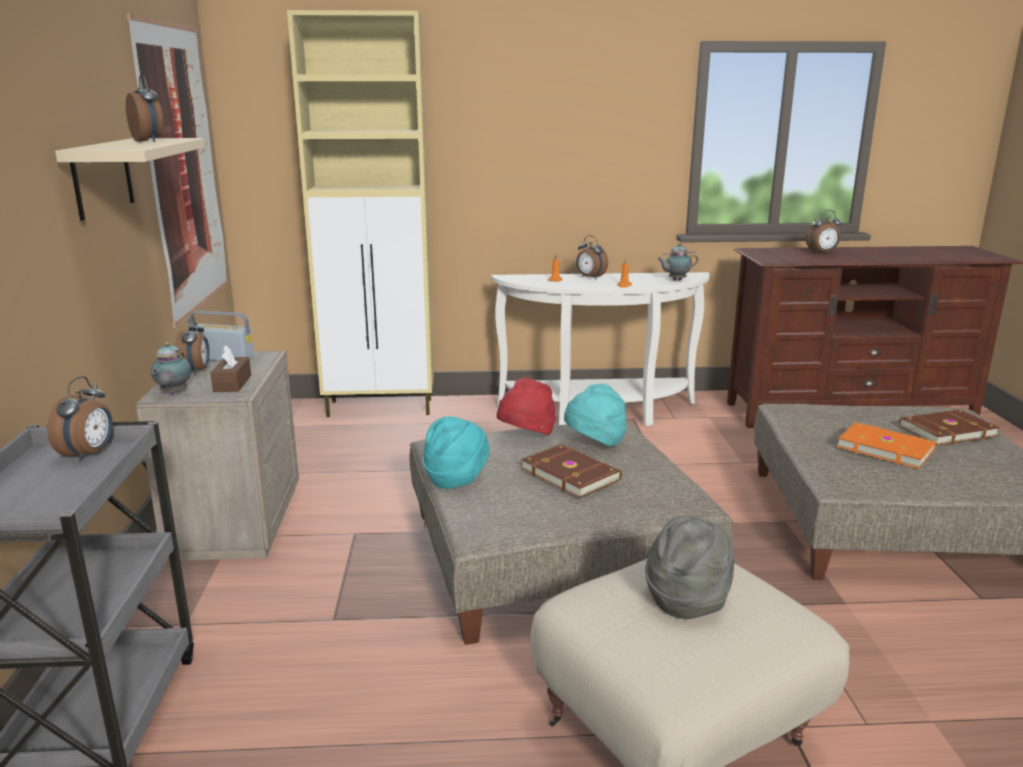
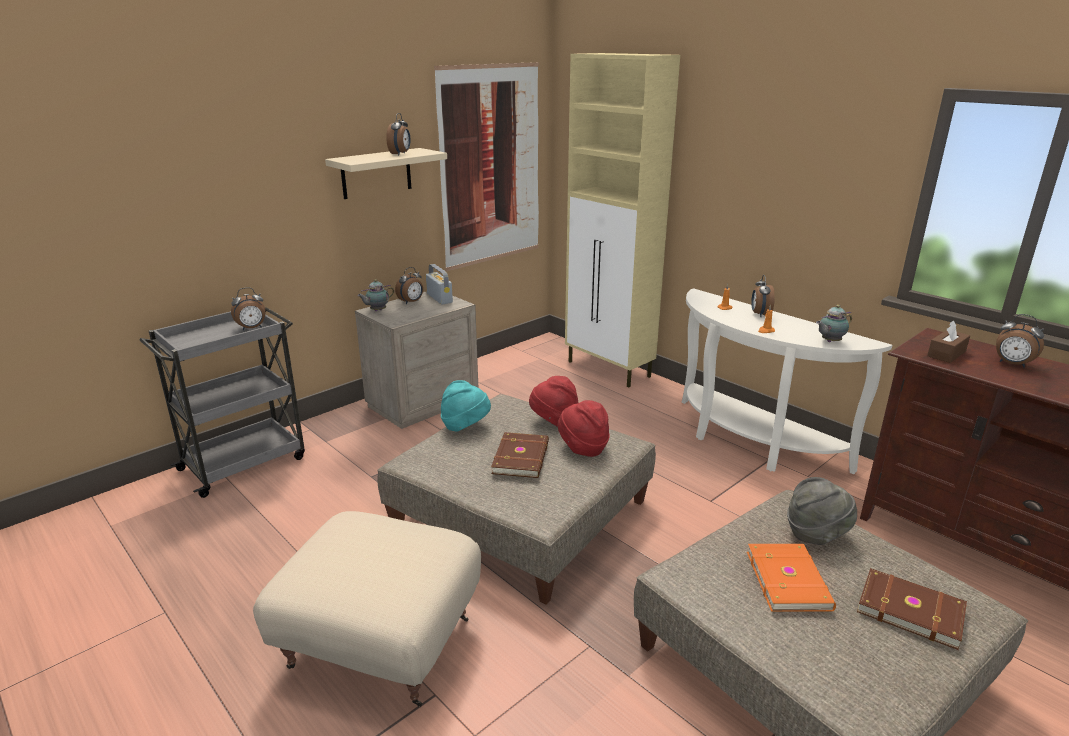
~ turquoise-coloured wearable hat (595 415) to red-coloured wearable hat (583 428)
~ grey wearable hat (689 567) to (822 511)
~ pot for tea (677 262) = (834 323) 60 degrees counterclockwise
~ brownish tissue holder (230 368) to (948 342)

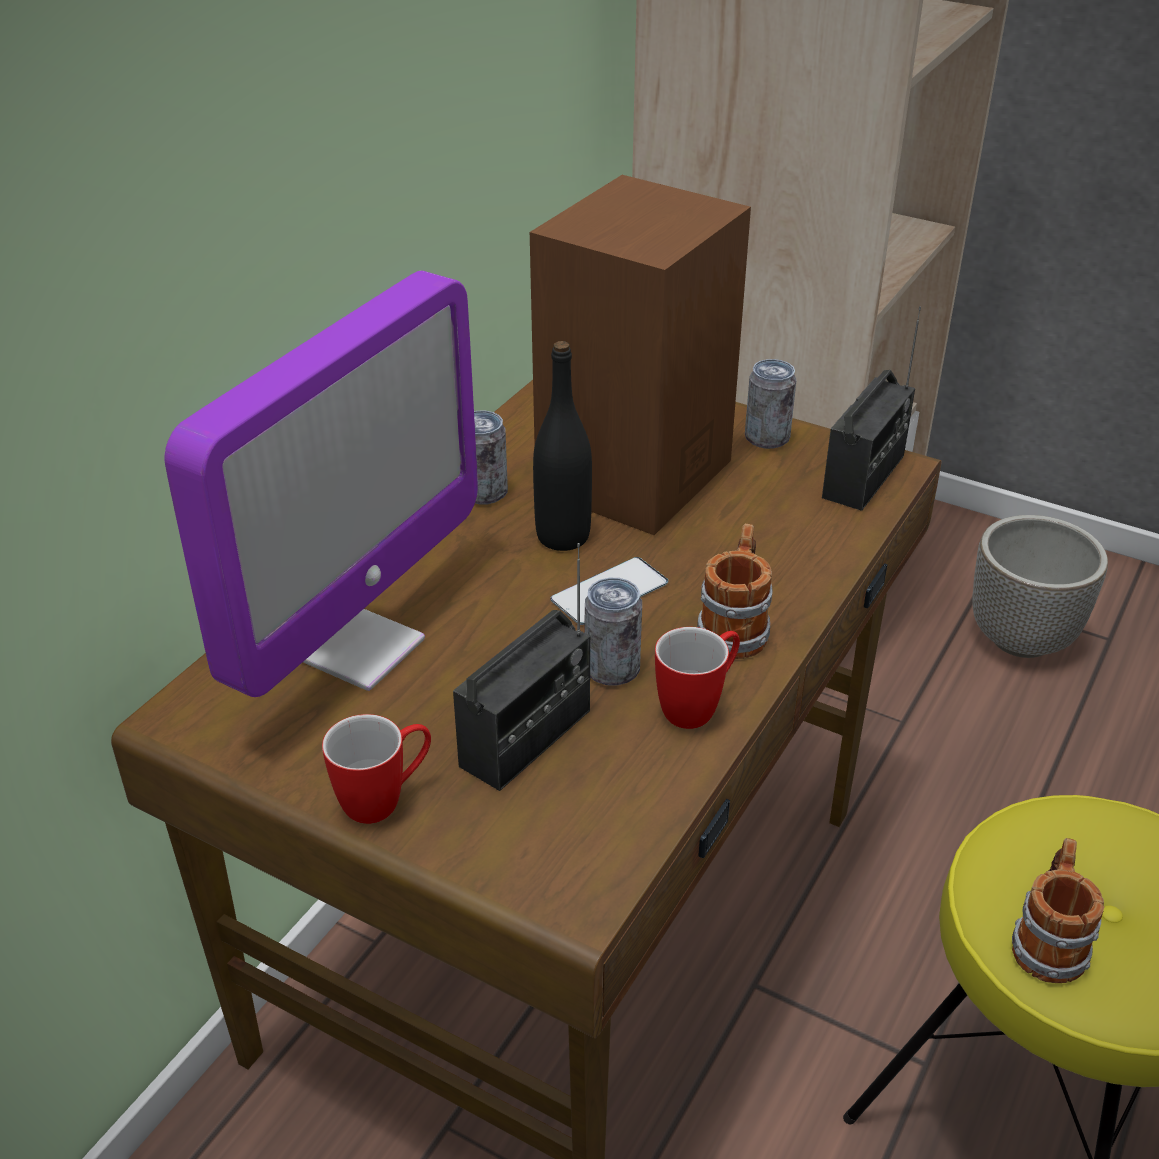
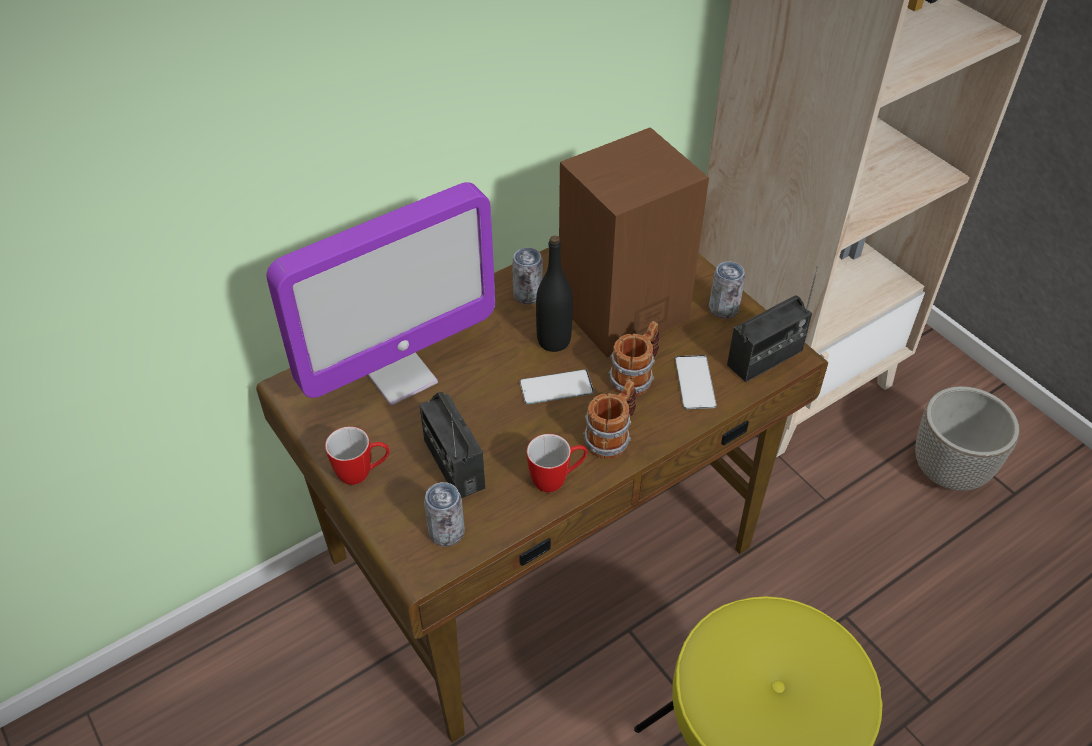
~ radio receiver (521 667) = (452 445) 90 degrees clockwise
~ sealed can (613 632) to (444 514)
~ tea mug (1058 910) to (634 358)
+ handset (696 382)

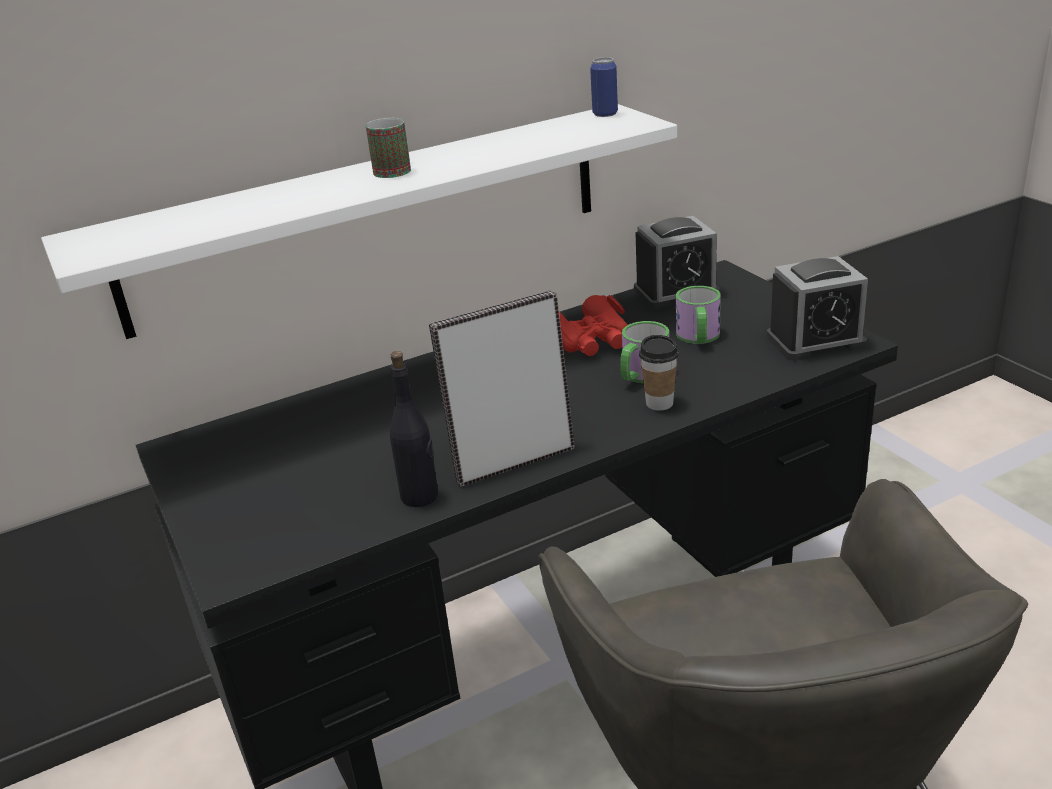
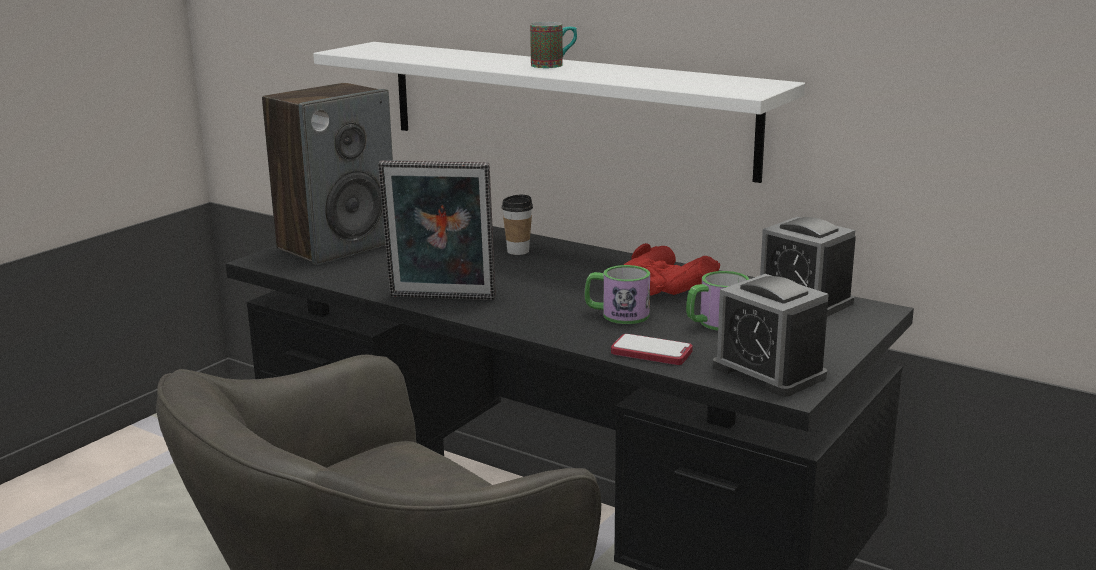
+ speaker (327 174)
~ standing frame (502 389) = (437 230) 150 degrees clockwise
~ small cup (659 373) to (517 225)
+ handset (652 349)
- black drink bottle (414 429)
- sealed can (604 87)

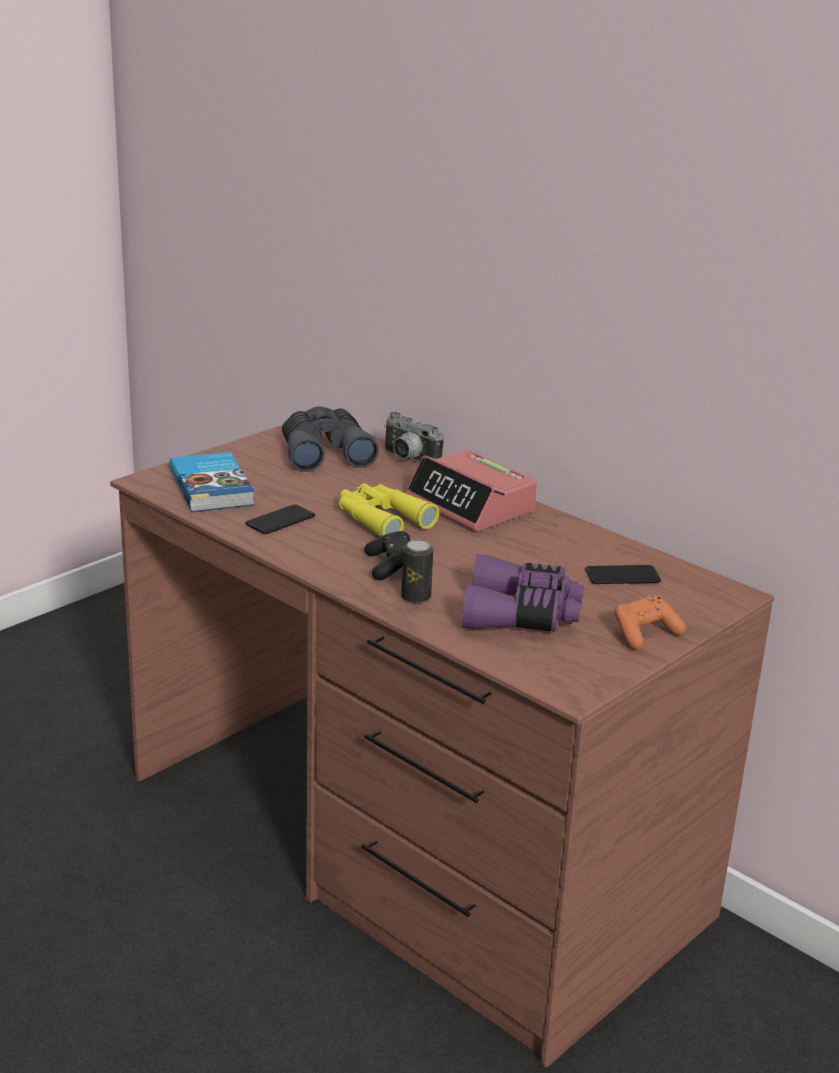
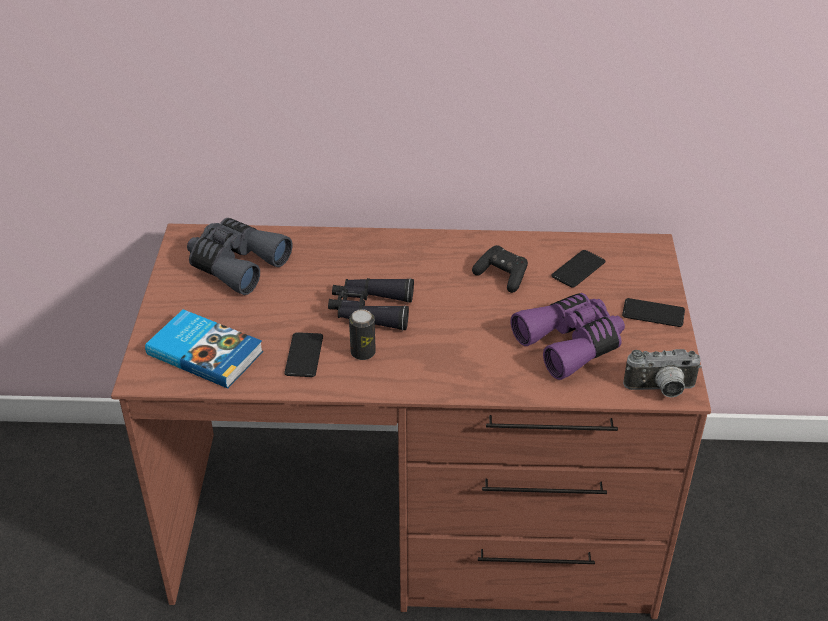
~ yellowish binoculars (389 510) to black binoculars (371 304)
~ sealed can (417 571) to (362 334)
~ black gamepad (387 555) to (500 269)
~ orange gamepad (650 622) to handset (653 312)
~ still camera (414 437) to (662 373)
- table clock (471 491)

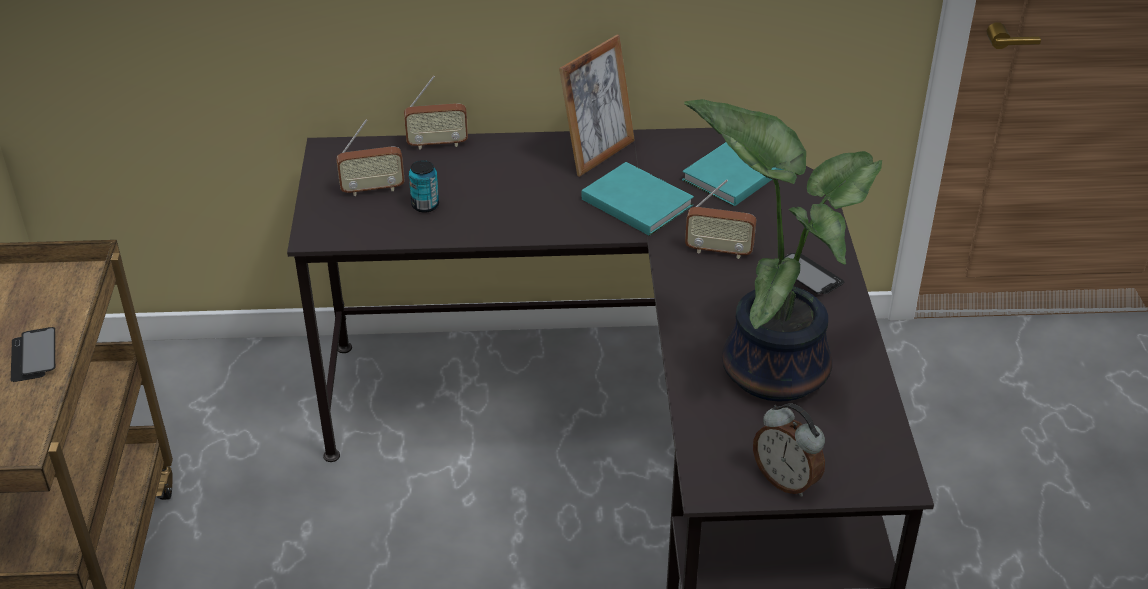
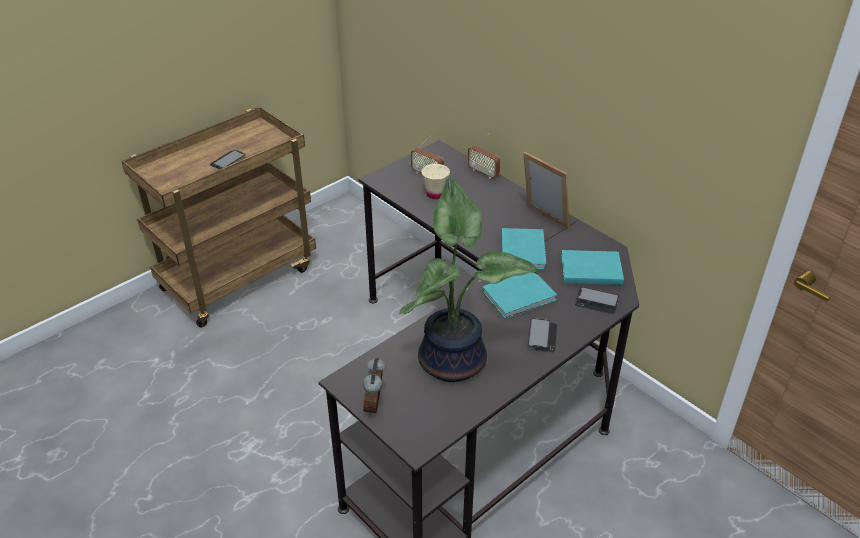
~ sealed can (424 186) to sand-coloured small cup (435 181)
~ radio receiver (720 219) to turquoise-coloured volume (519 296)
~ standing frame (597 106) = (546 190) 135 degrees counterclockwise
+ handset (597 300)

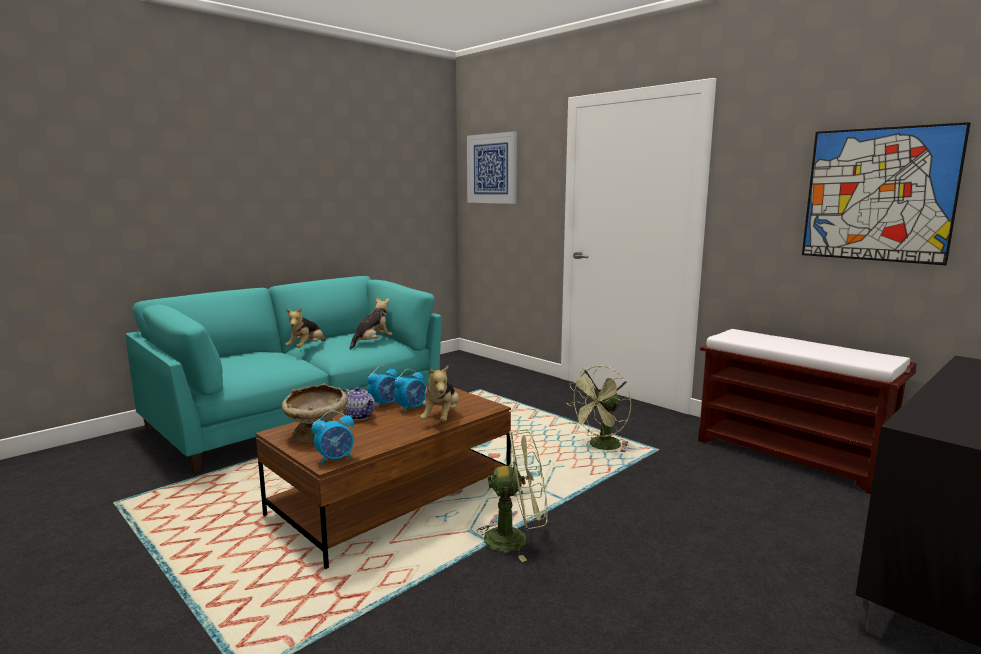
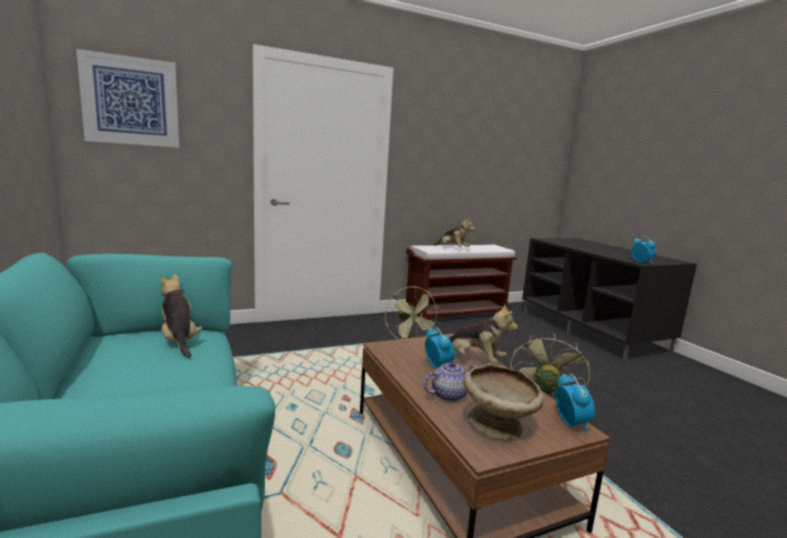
~ plush toy (305 328) to (454 232)
~ table clock (382 387) to (643 250)
- wall picture (886 193)

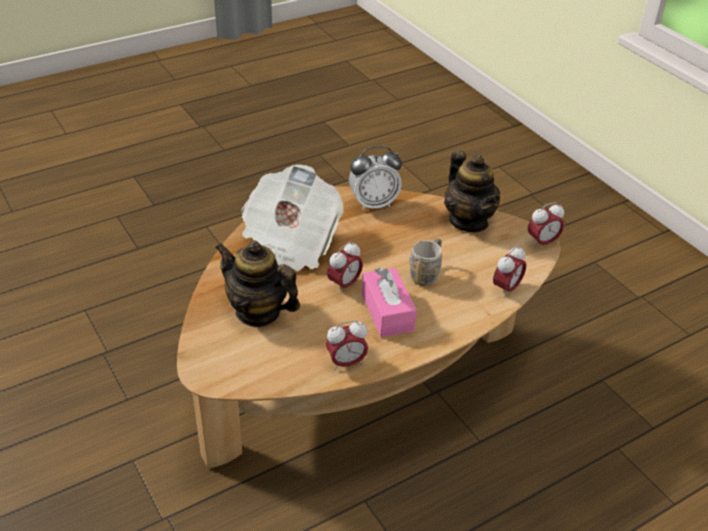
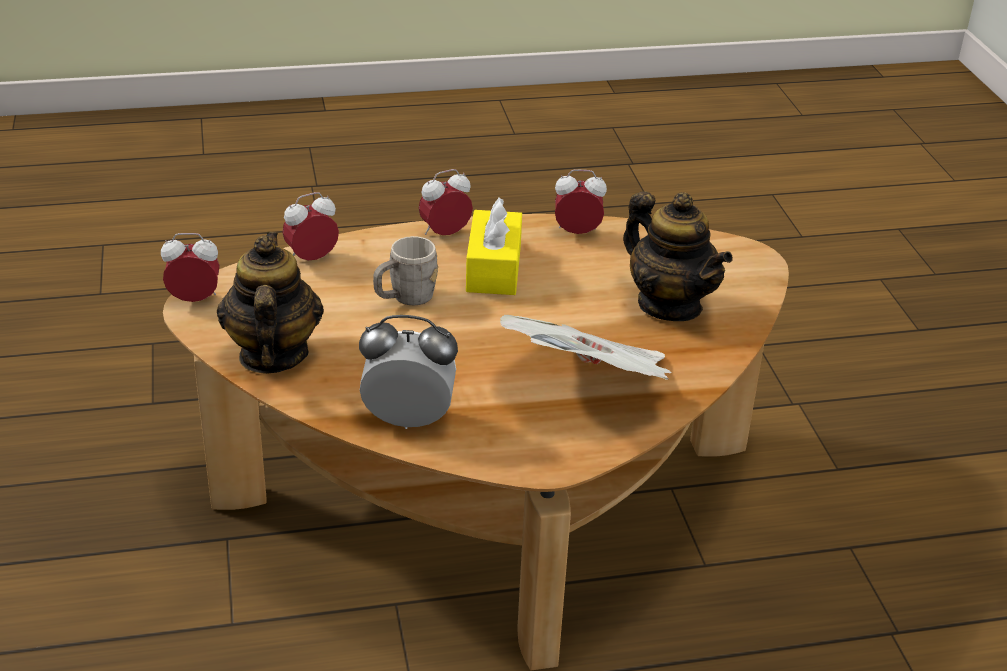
~ table clock (345 268) to (446 202)
~ pinkish tissue holder (389 302) to yellowish tissue holder (494 246)

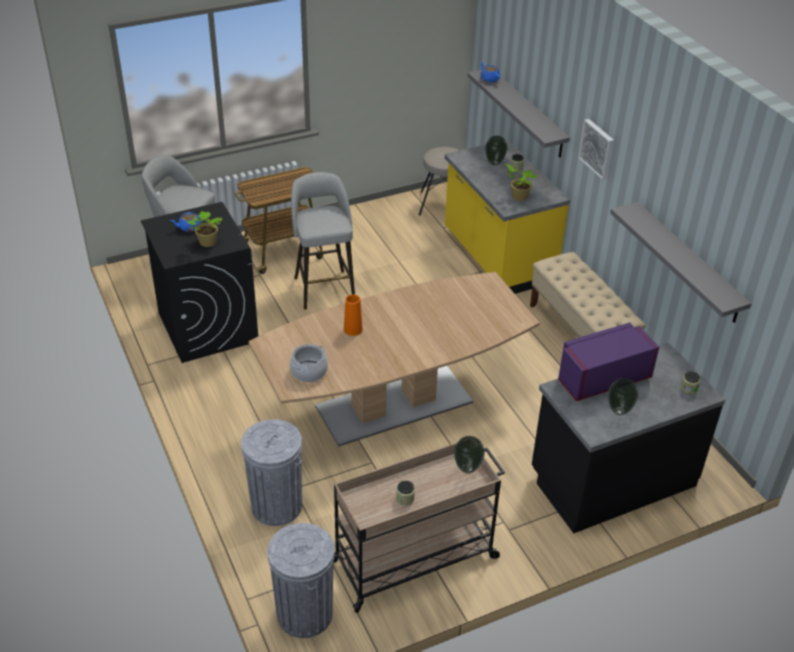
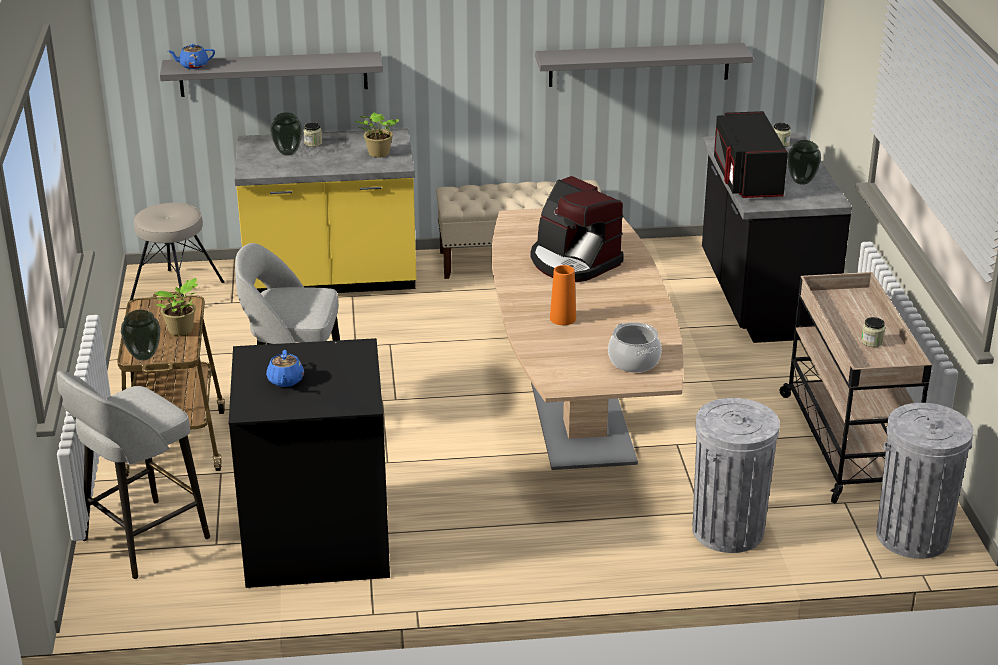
~ flower vase (469 454) to (140 335)
~ potted plant (204 229) to (176 307)
+ coffee brewer (577 229)
~ purple microwave (608 361) to black microwave (751 154)
- wall picture (596 149)

